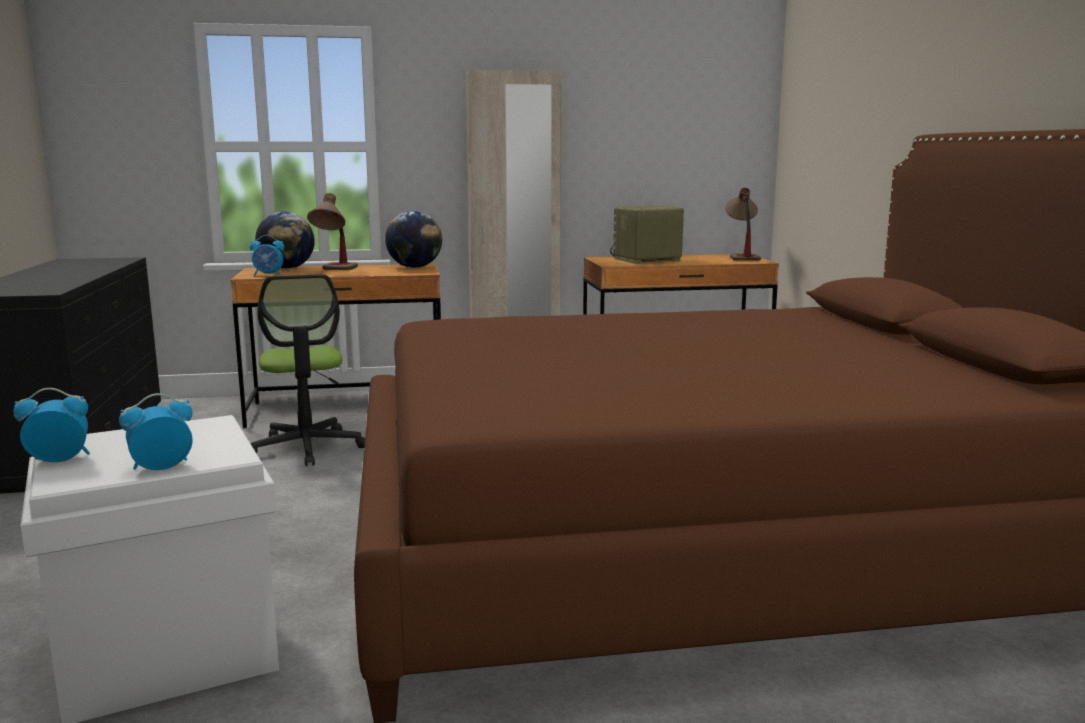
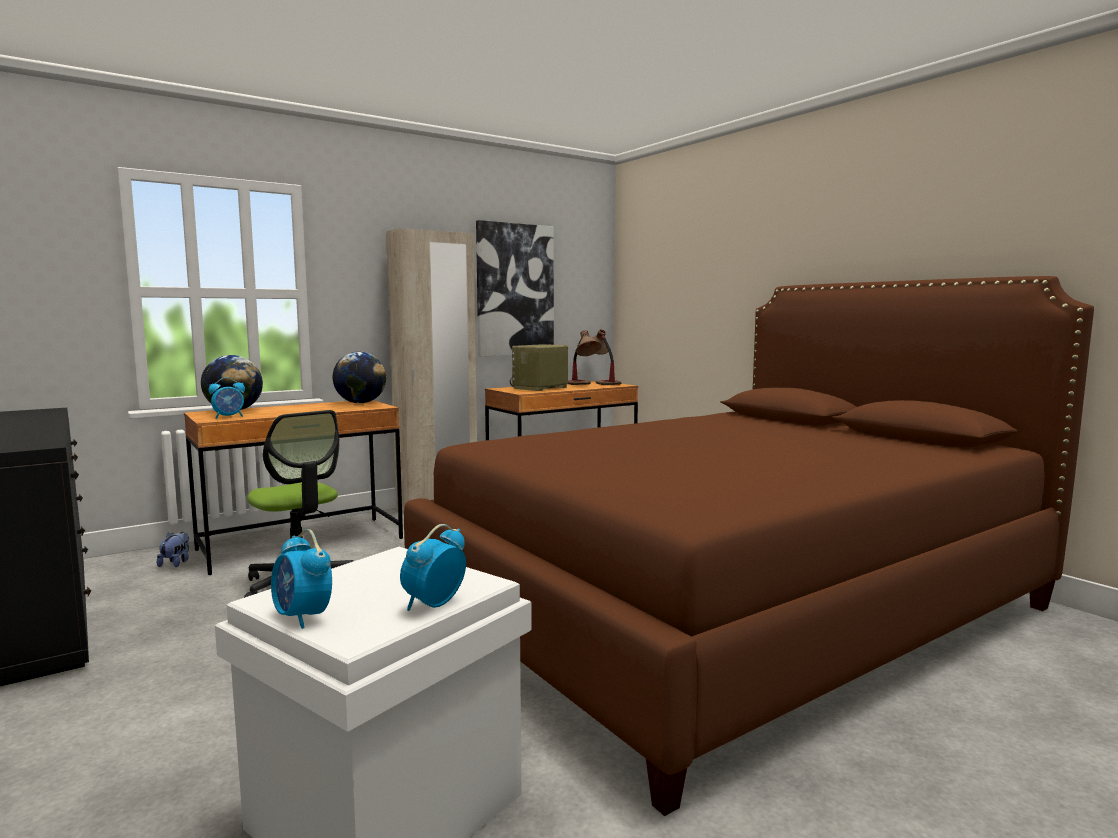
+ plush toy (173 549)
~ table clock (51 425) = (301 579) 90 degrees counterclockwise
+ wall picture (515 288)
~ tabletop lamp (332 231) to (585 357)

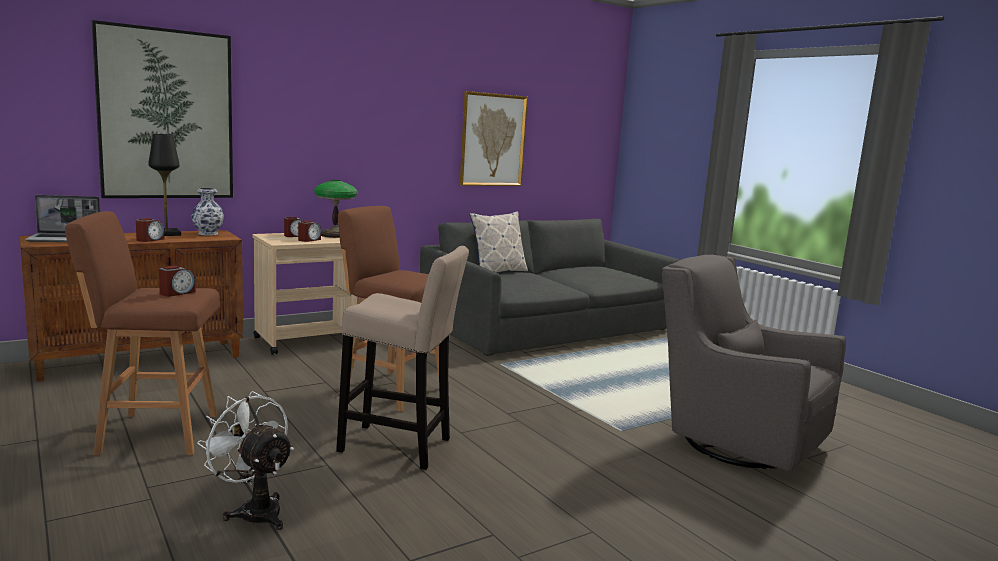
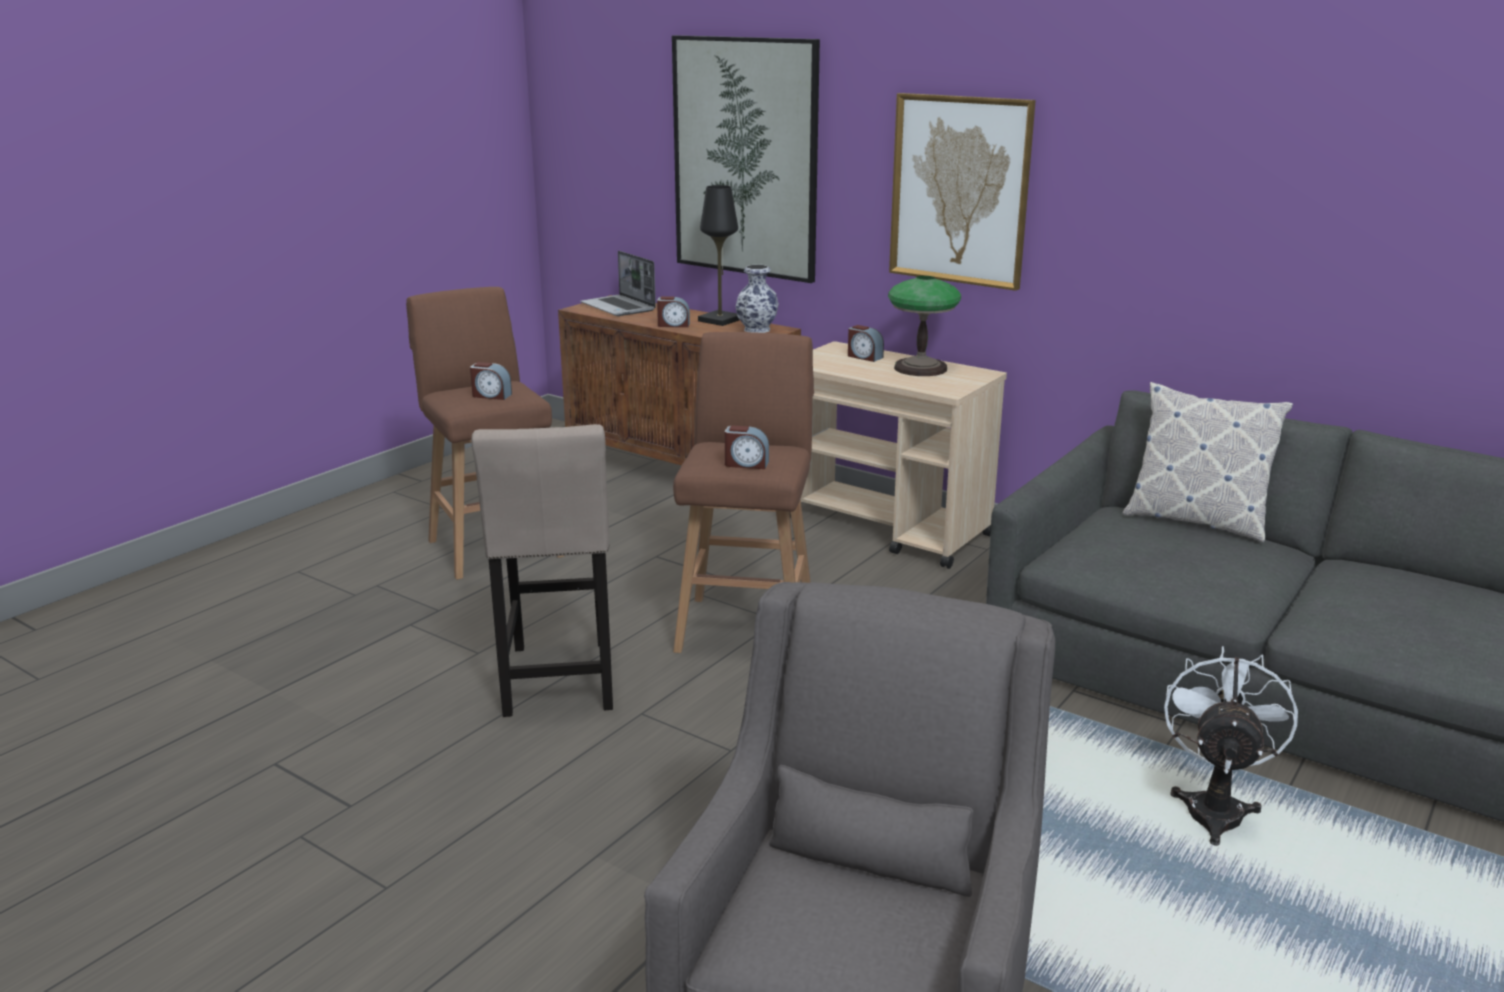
~ table clock (309 231) to (747 447)
~ wall picture (494 138) to (962 192)
~ white cooling fan (245 460) to (1231 746)

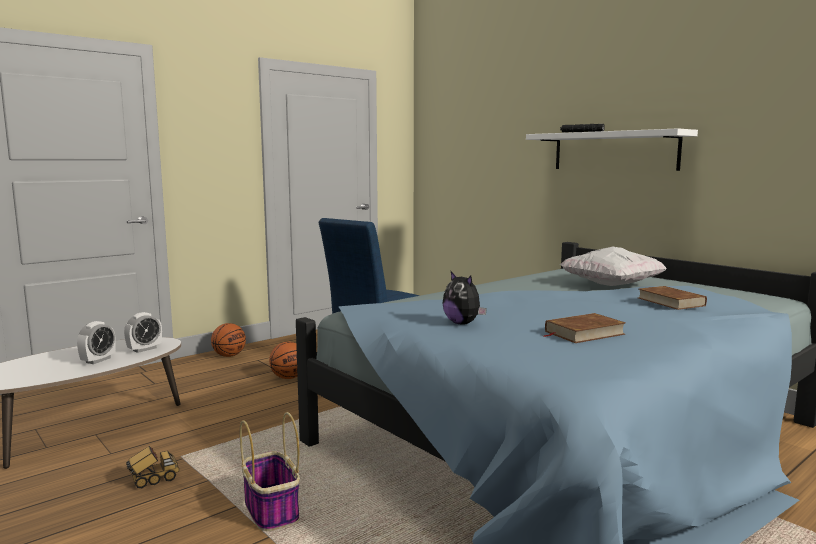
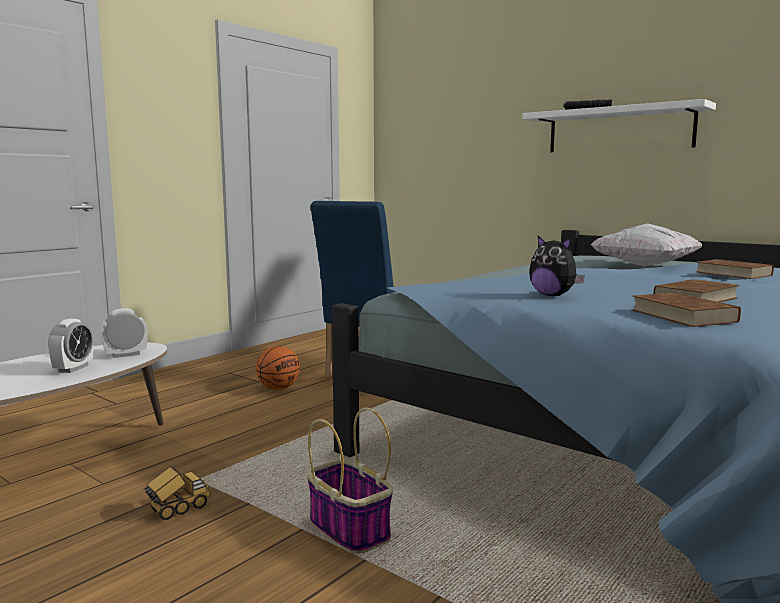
~ table clock (143 332) = (124 333) 150 degrees counterclockwise
+ brownish volume (686 310)
- basketball ball (228 340)

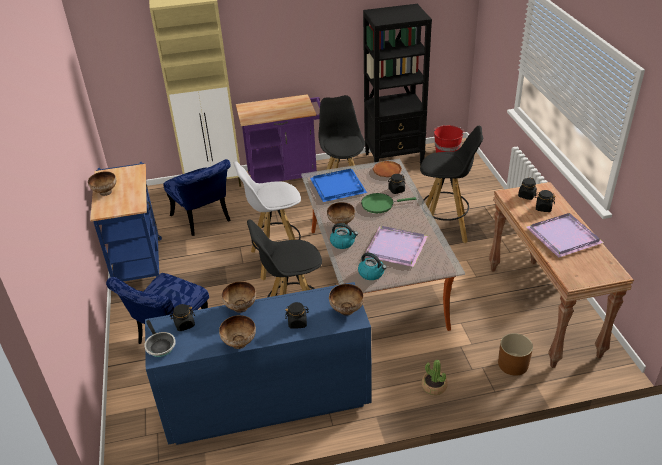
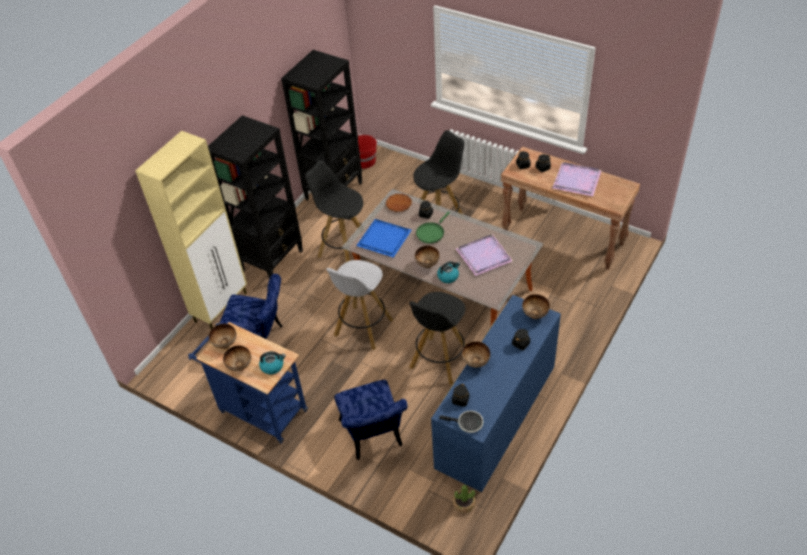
~ purple wheeled cart (278 138) to black bookcase (255 197)
~ deep dish (237 332) to (223 336)
~ water kettle (372 266) to (272 363)
~ potted plant (435 377) to (464 499)
- brownish flower pot (515 354)

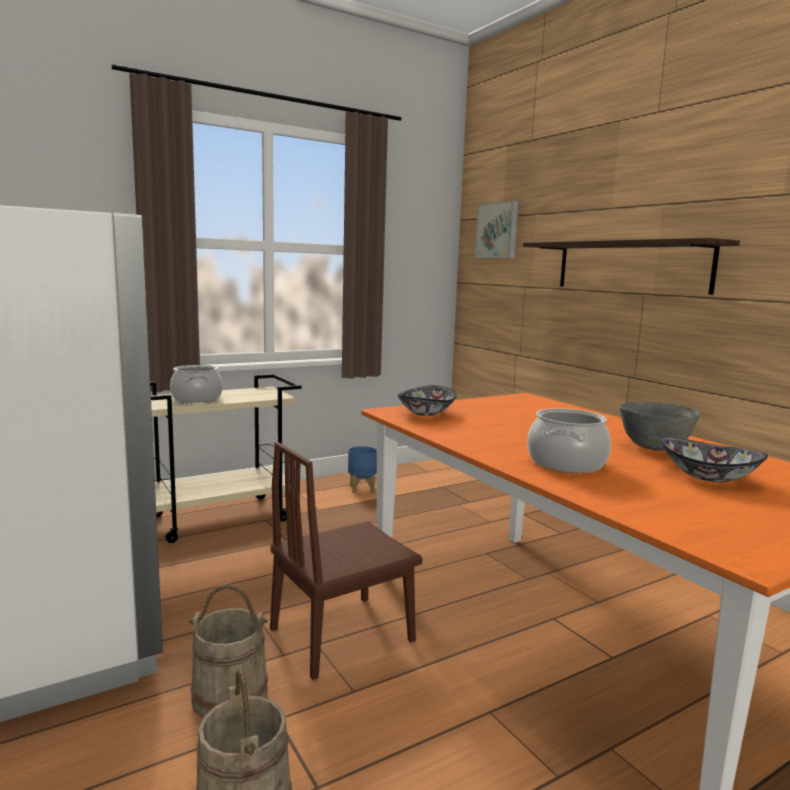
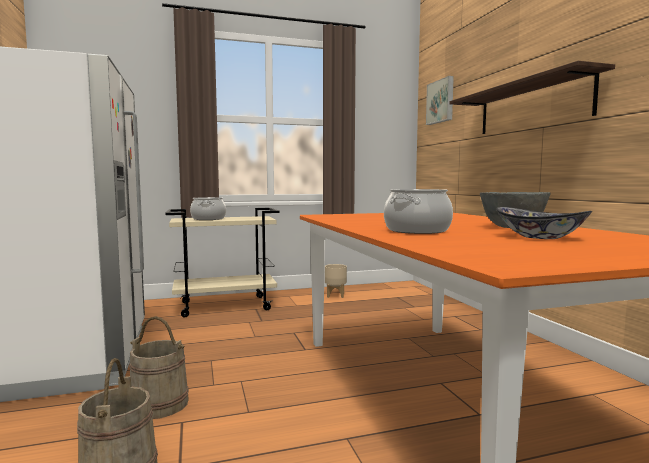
~ bluish flower pot (362 469) to sand-coloured flower pot (336 281)
- brownish plain chair (346 561)
- deep dish (426 400)

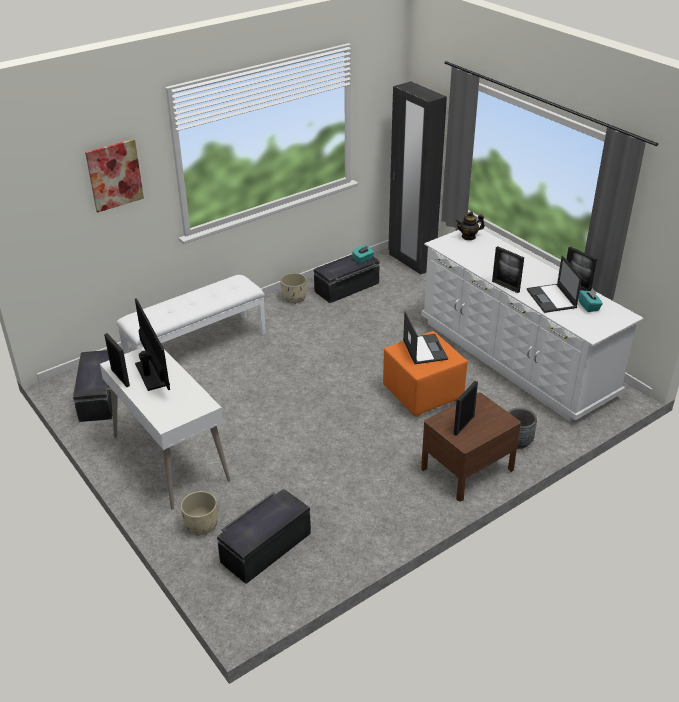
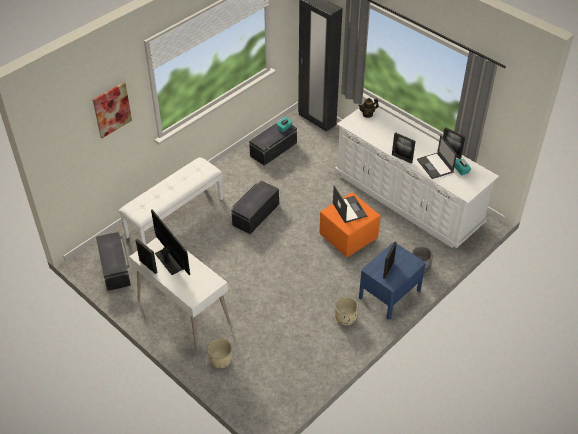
~ black storage container (264 536) to (255 207)
~ sand-coloured flower pot (293 288) to (346 311)
~ brownish night table (471 447) to bluish night table (392 280)

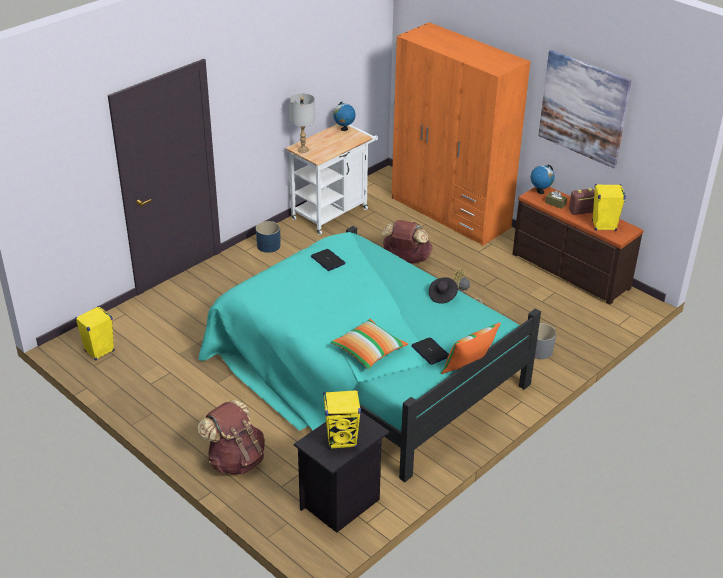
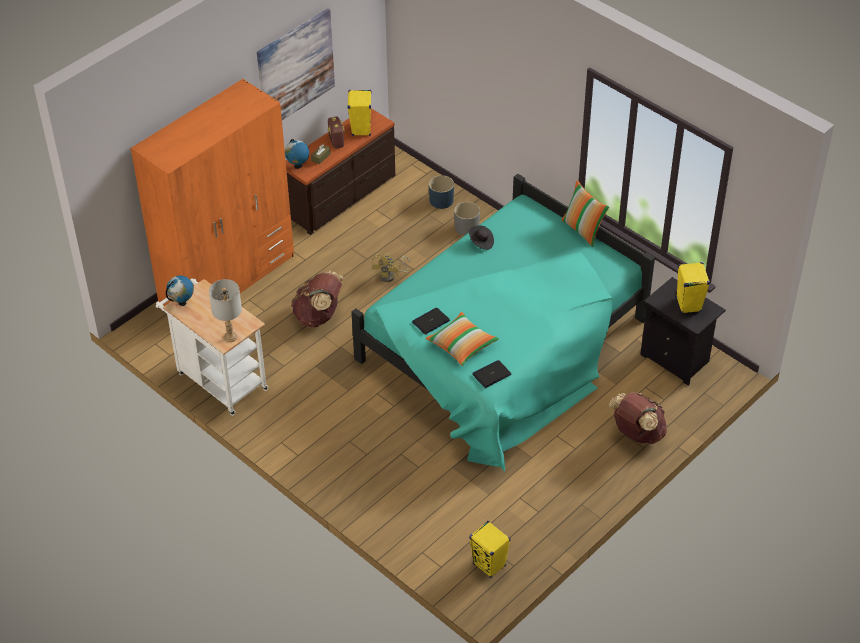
~ pillow (369 344) to (462 339)
~ bluish flower pot (268 237) to (441 192)
~ laptop (430 351) to (492 374)

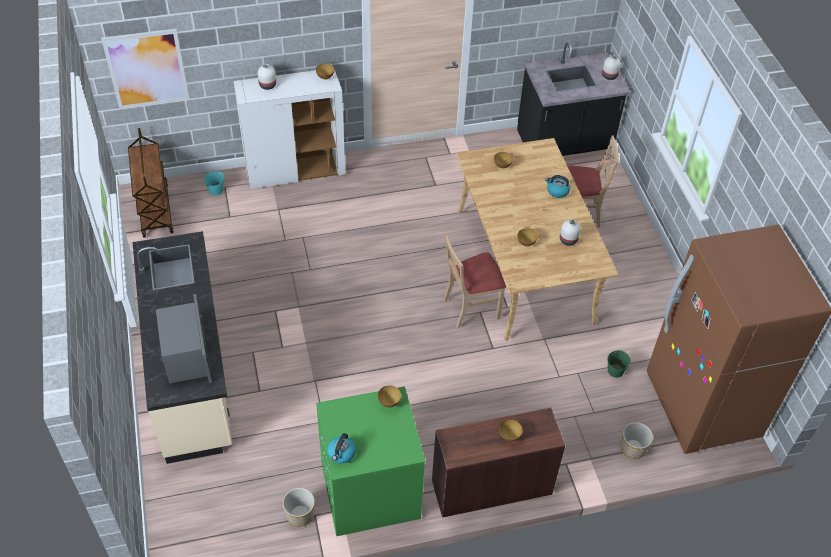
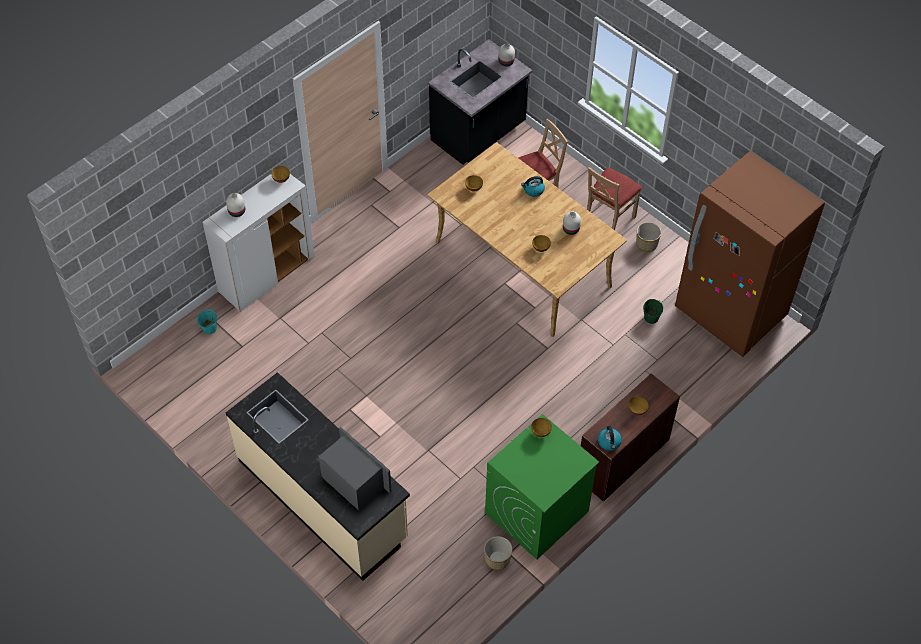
~ sand-coloured plain chair (474 281) to (614 198)
~ water kettle (341 448) to (610 438)
~ flower pot (636 440) to (648 237)
- wall picture (145 69)
- brownish wheeled cart (151 183)

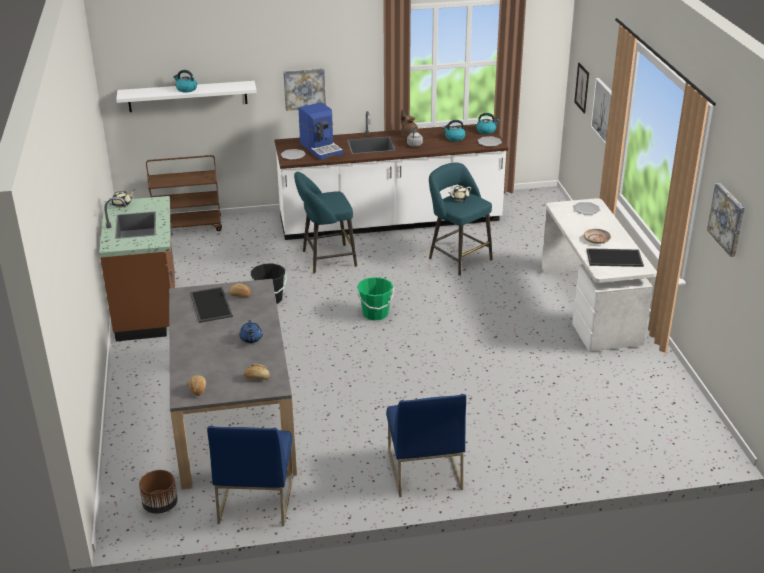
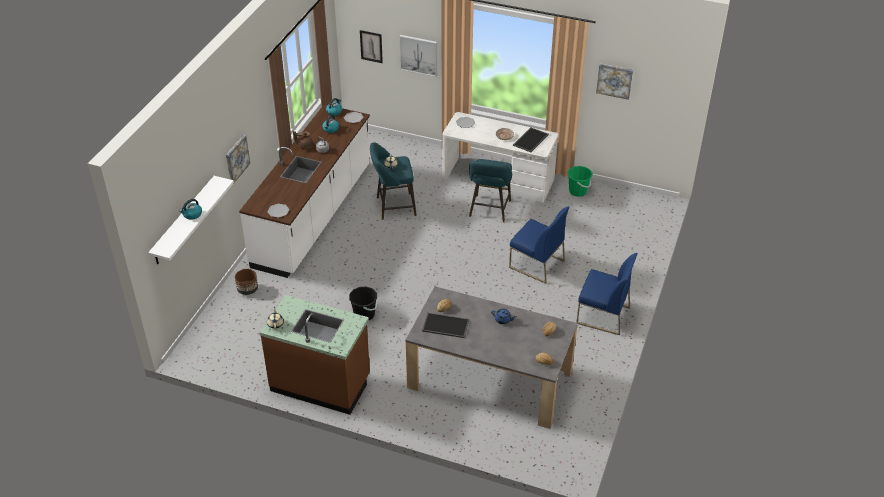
~ brownish flower pot (158 492) to (246 282)
~ turquoise-coloured stool (325 222) to (490 190)
~ bluish plain chair (250 476) to (539 245)
~ greenish pail (375 298) to (580 181)
- brownish wheeled cart (184 193)
- coffee brewer (321 131)

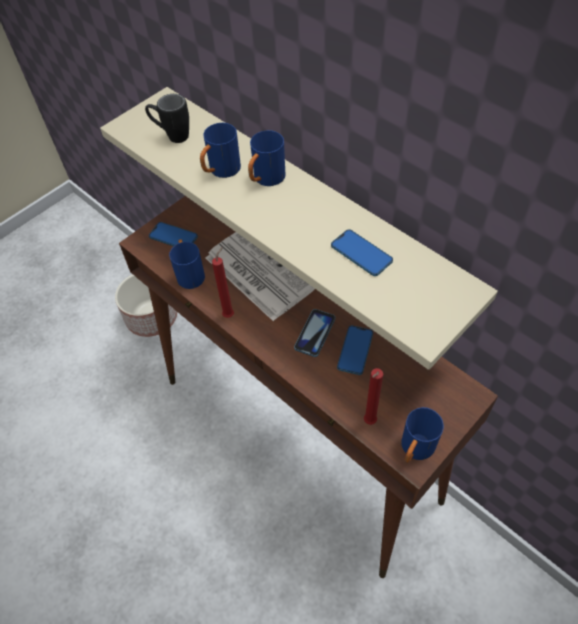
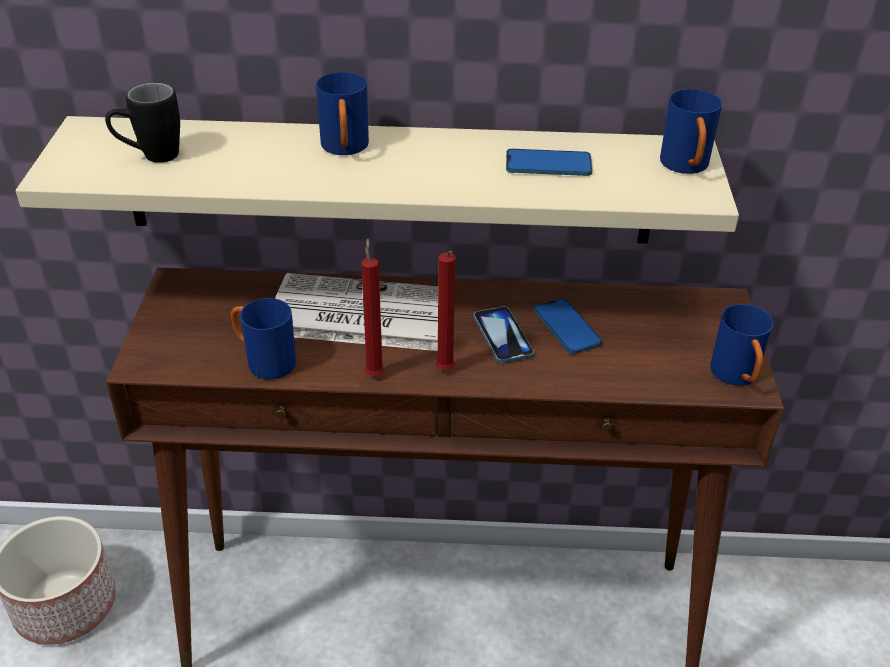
~ red-coloured wax light (373 396) to (446 310)
~ bluish tea mug (220 150) to (691 131)
- handset (173 234)

